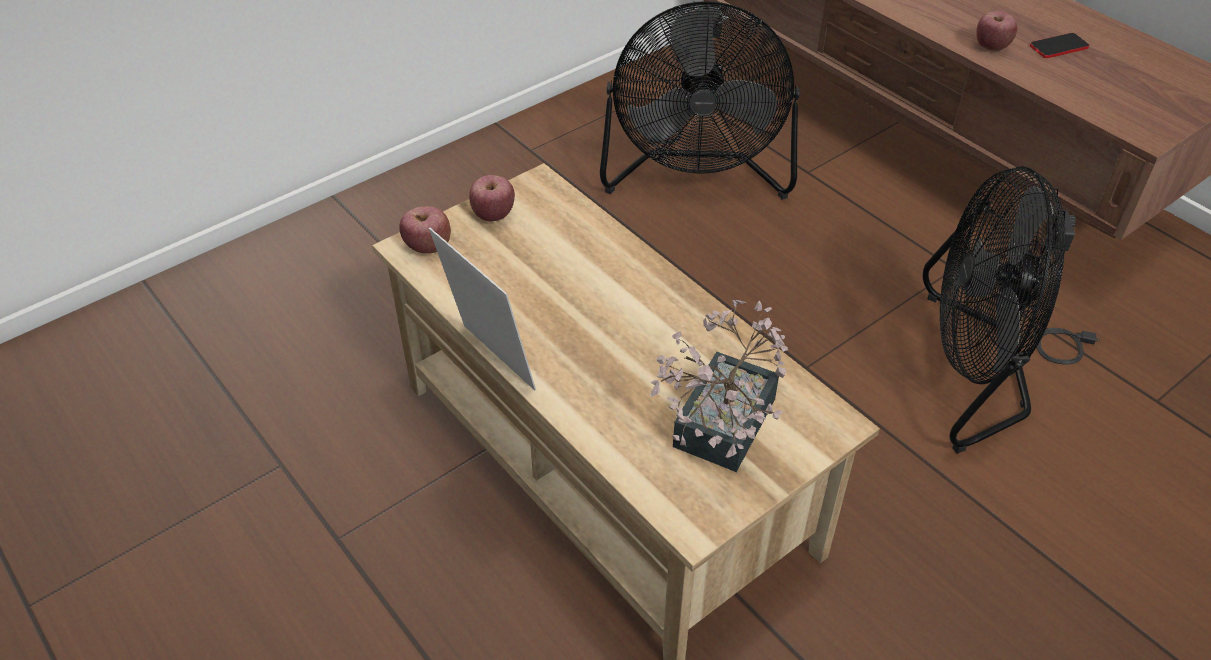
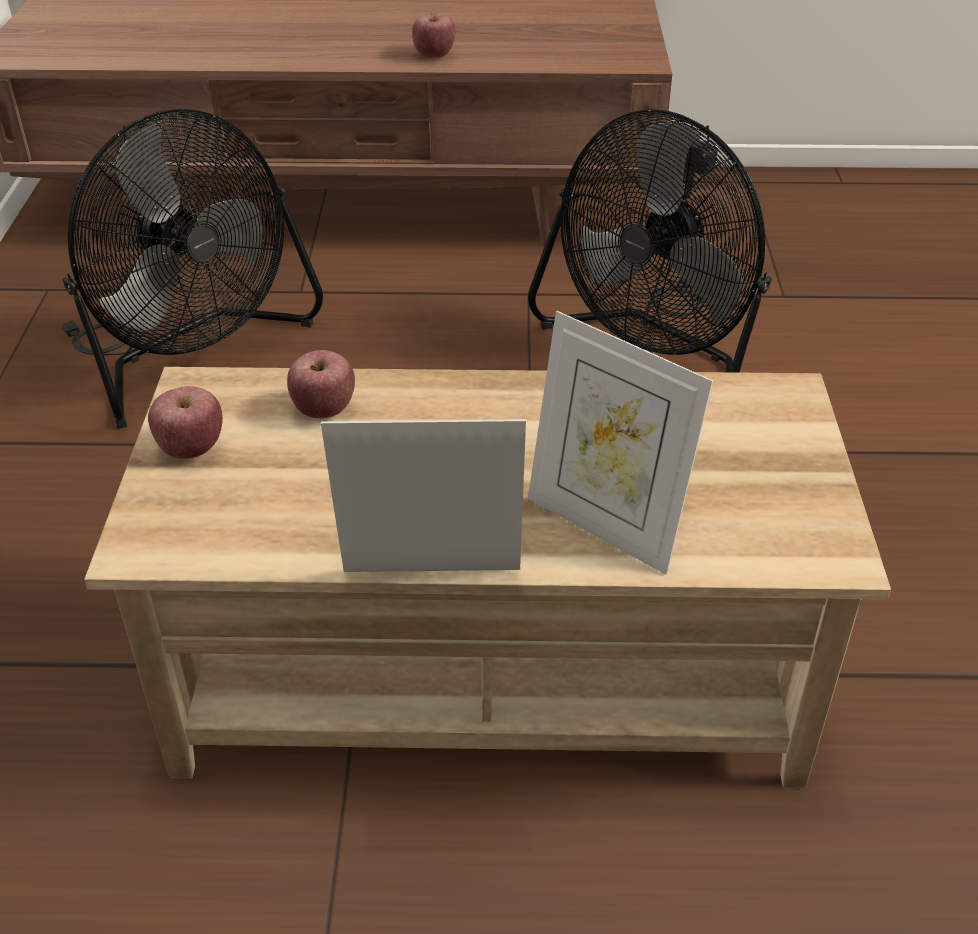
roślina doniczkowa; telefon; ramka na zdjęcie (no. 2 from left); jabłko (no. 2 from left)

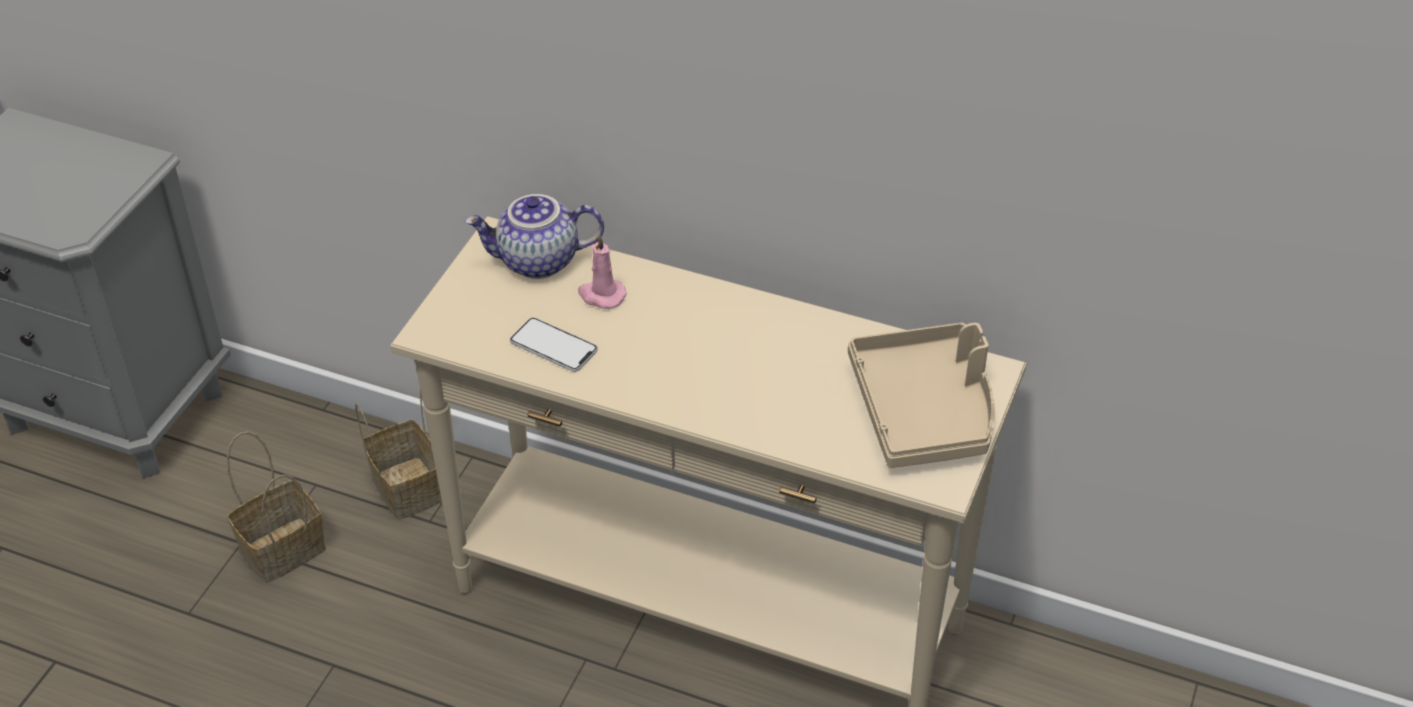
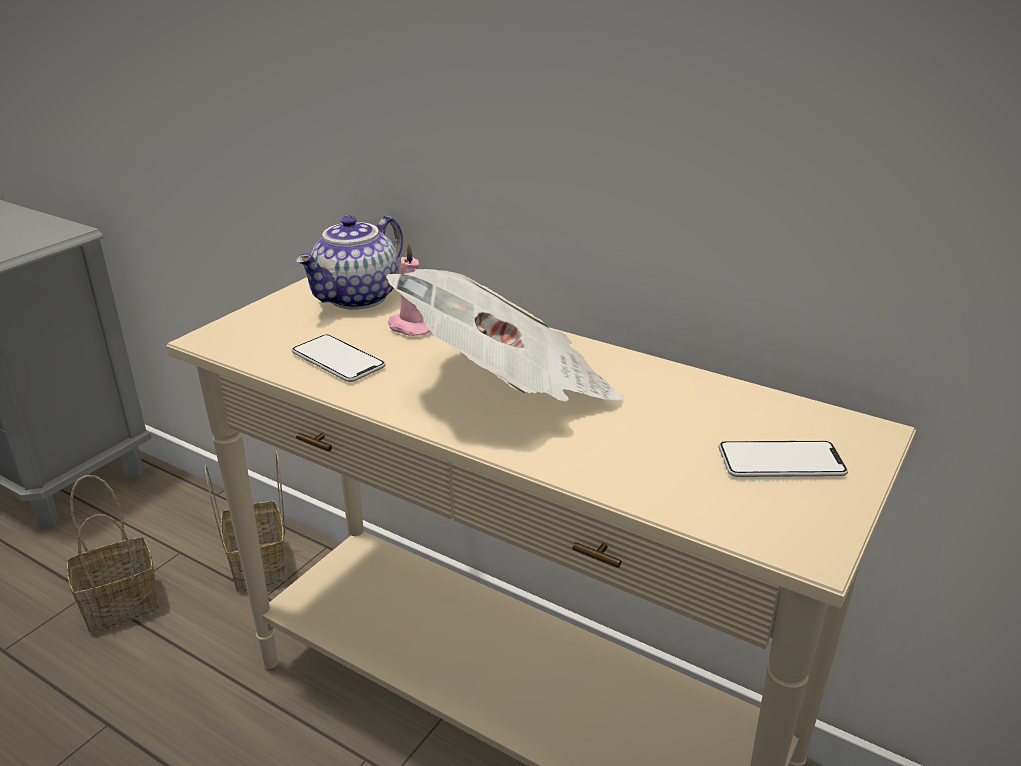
gazeta; telefon (no. 2 from left); imbryk

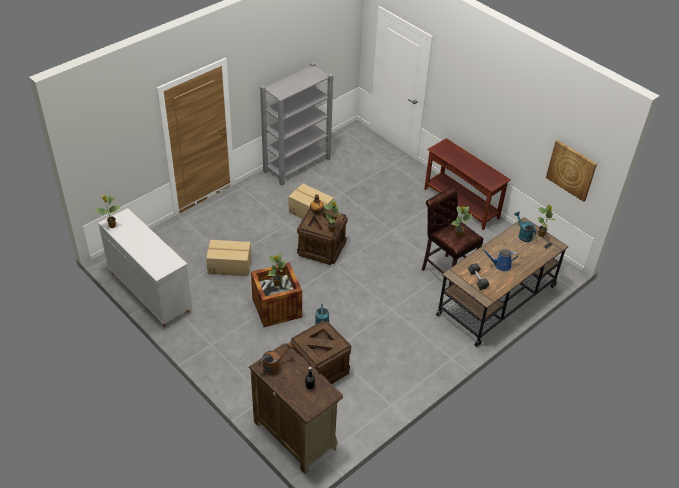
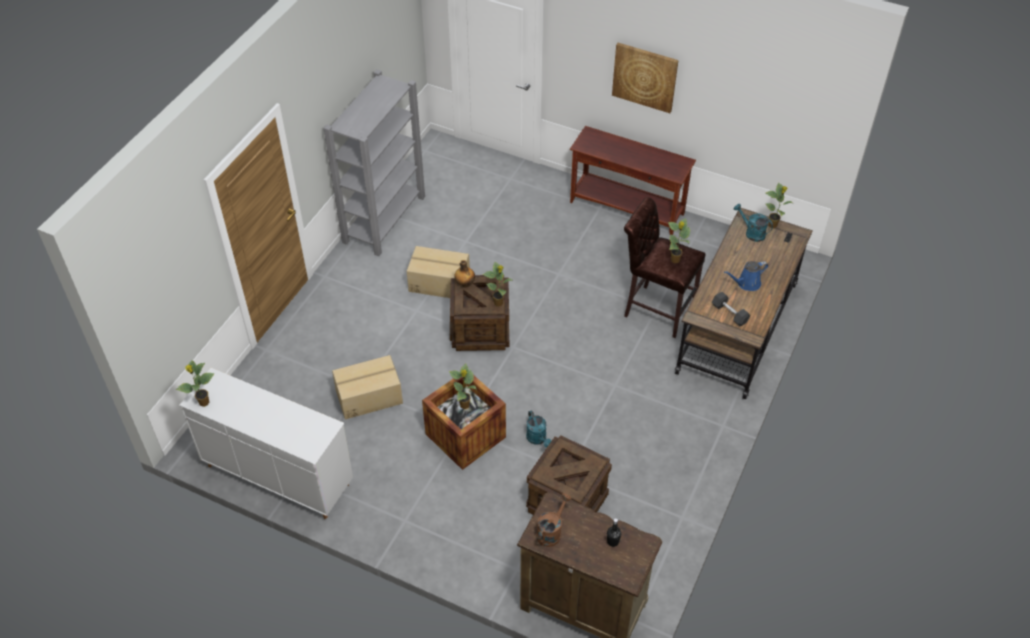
obraz

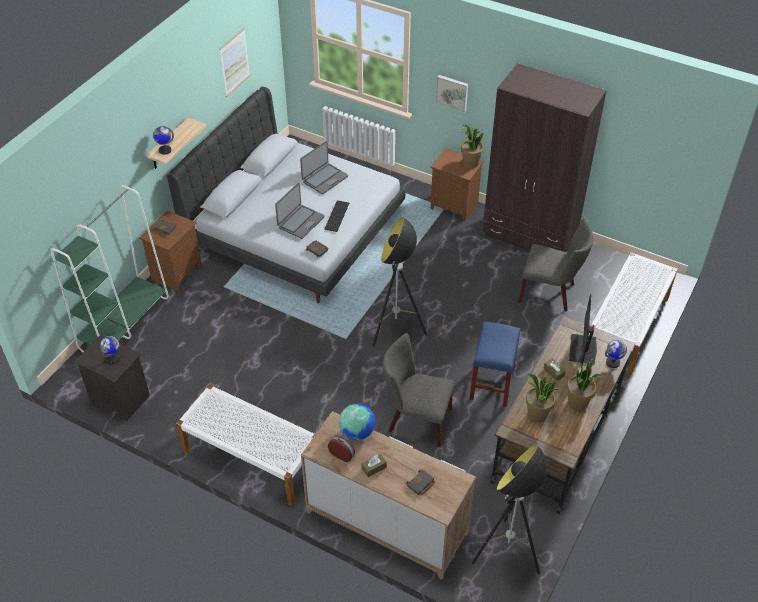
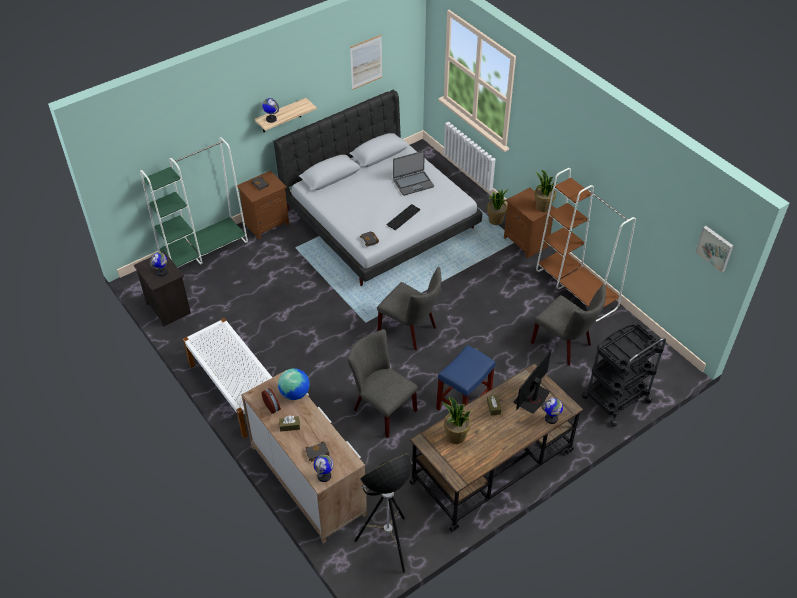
laptop (no. 1 from left in the first image); globus (no. 4 from left); obraz (no. 2 from left); roślina doniczkowa (no. 2 from left); krzesło [szary] (no. 2 from left); wieszak [brązowy]; wózek [czarny]

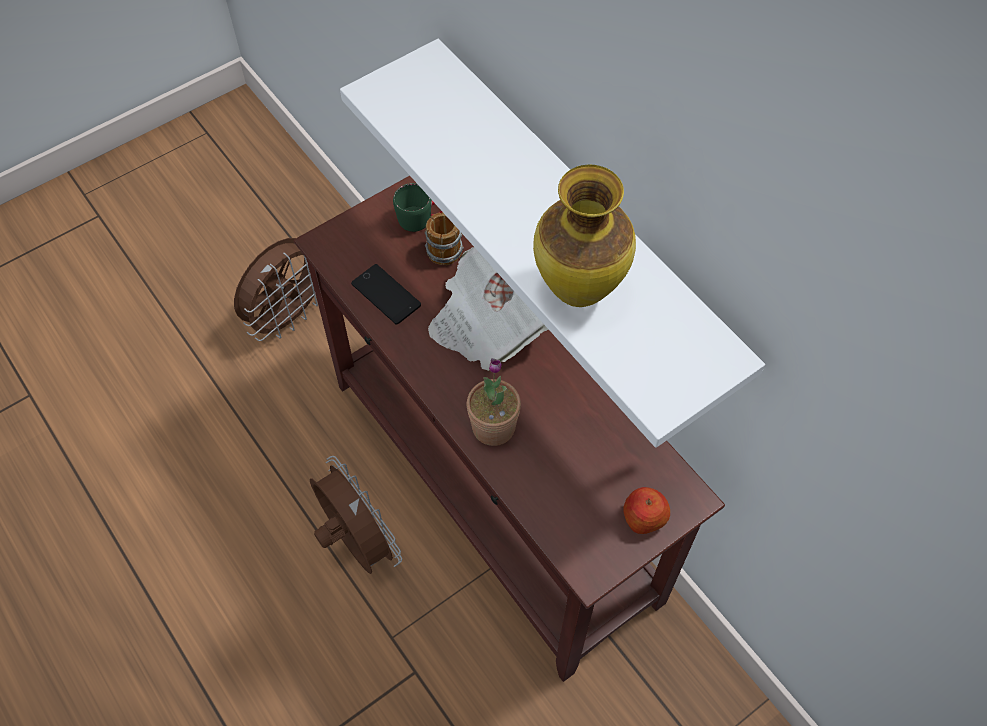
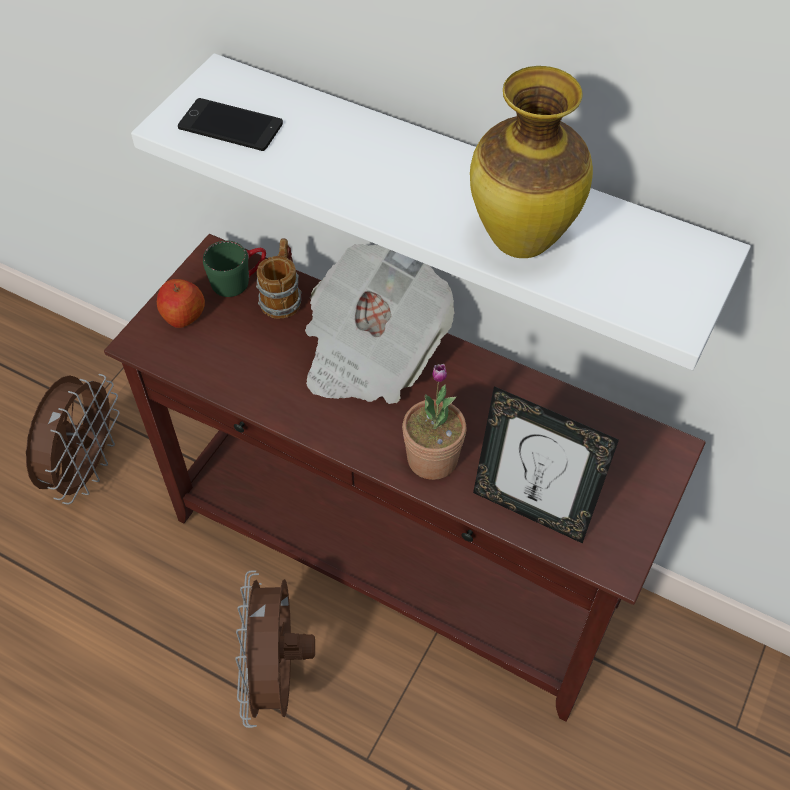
ramka na zdjęcie; telefon; jabłko; wentylator [brązowy] (no. 2 from left)

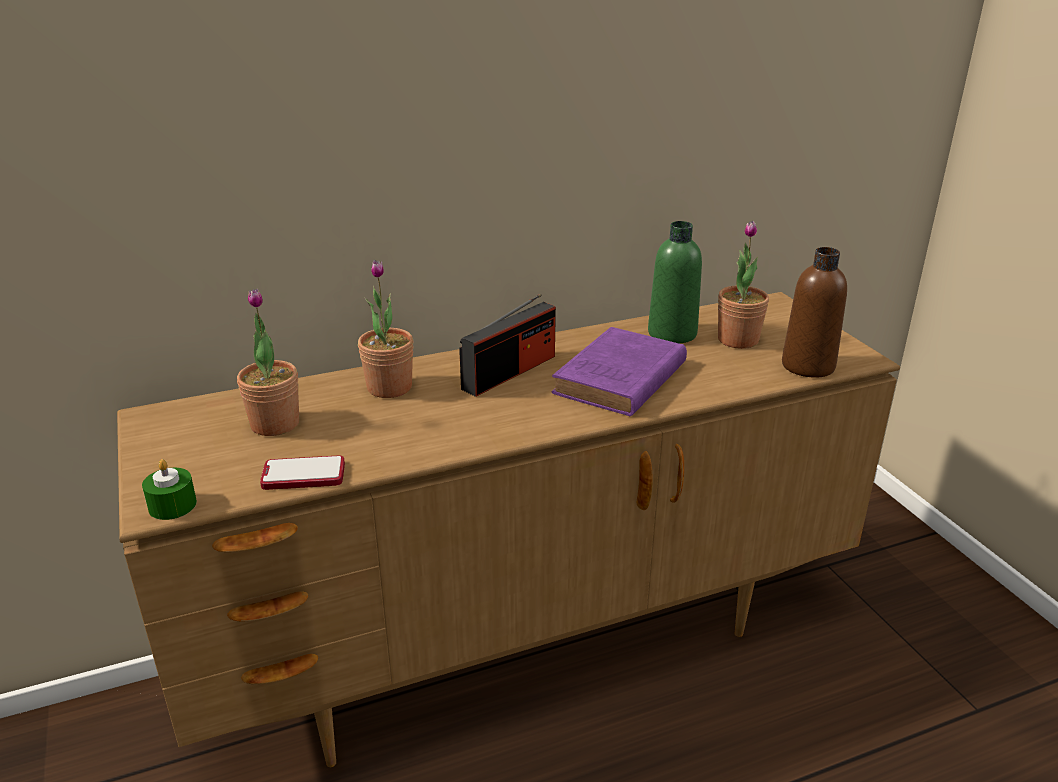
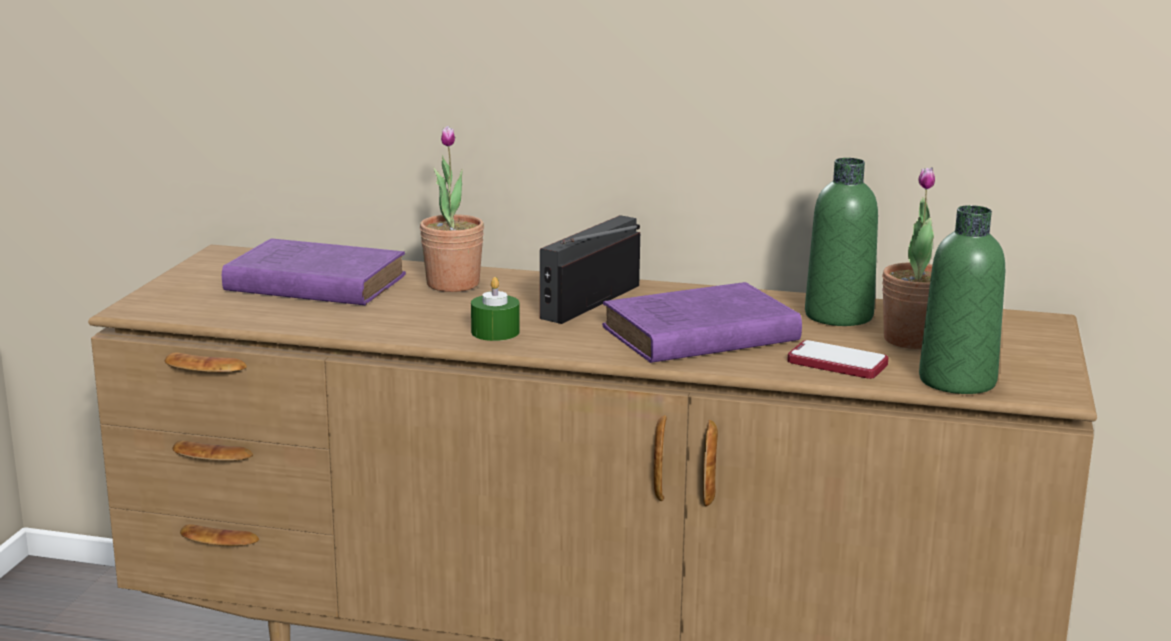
świeca [zielony]; telefon; książka [fioletowy] (no. 1 from left); butelka [zielony] (no. 2 from left); radio

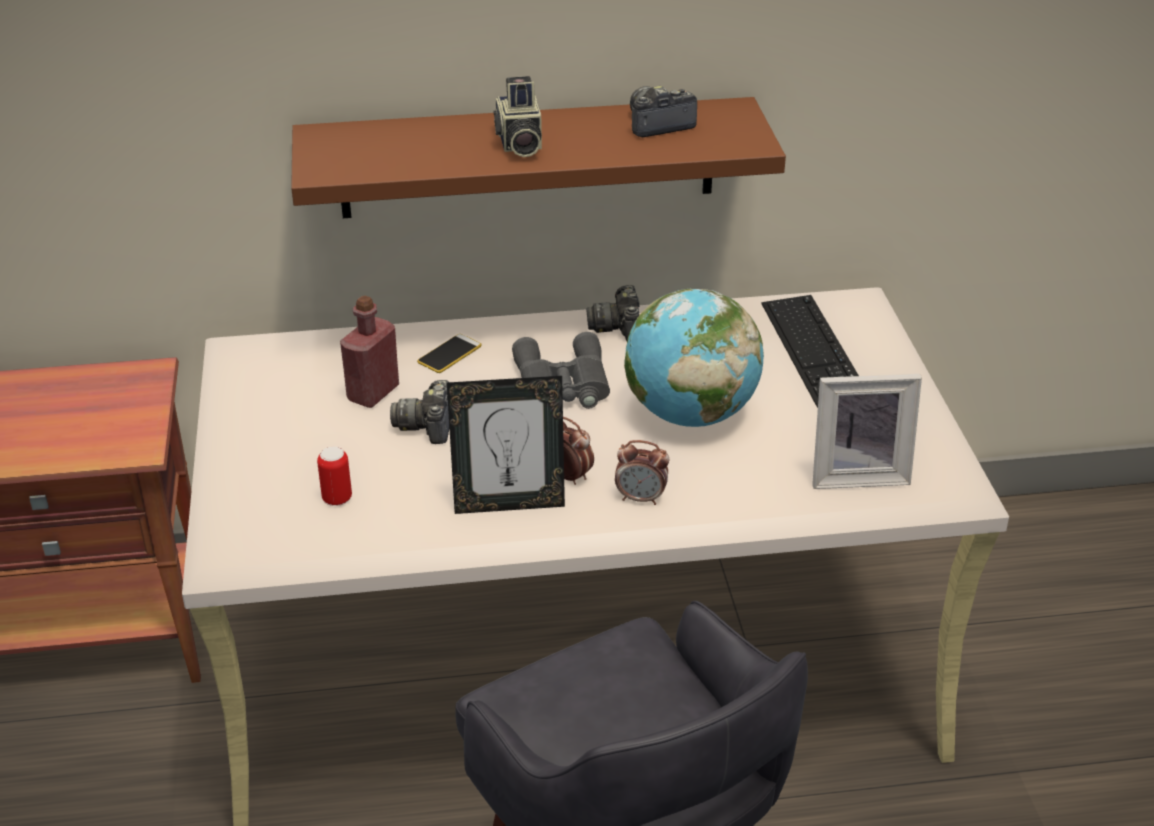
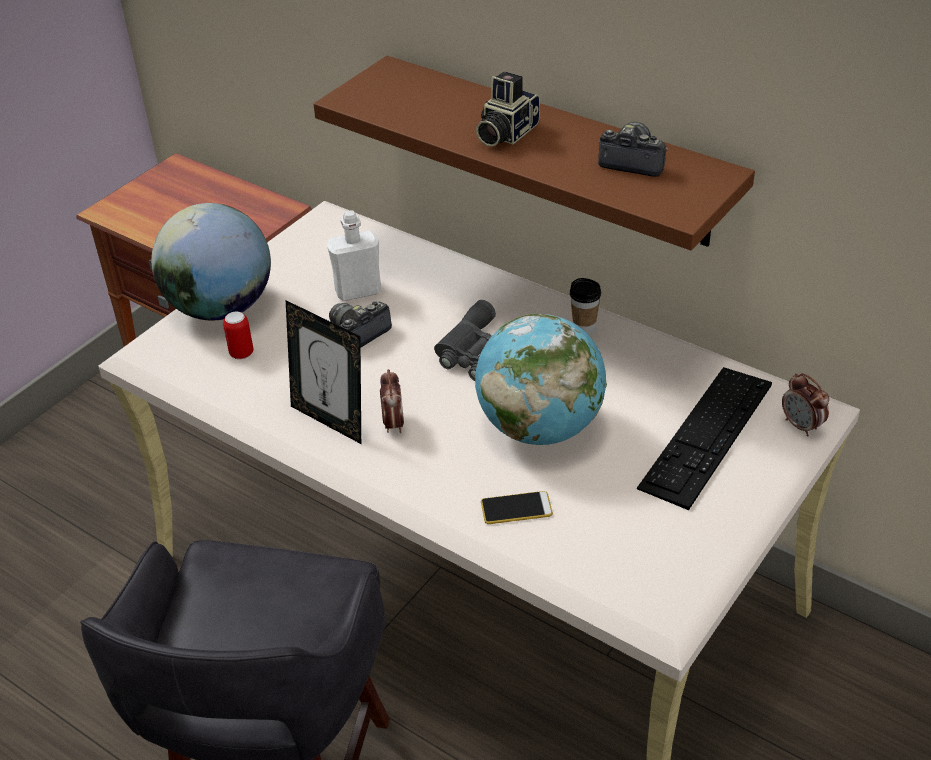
ramka na zdjęcie (no. 2 from left in the first image); globus (no. 1 from left); telefon; budzik (no. 2 from left); filiżanka; butelka [biały]

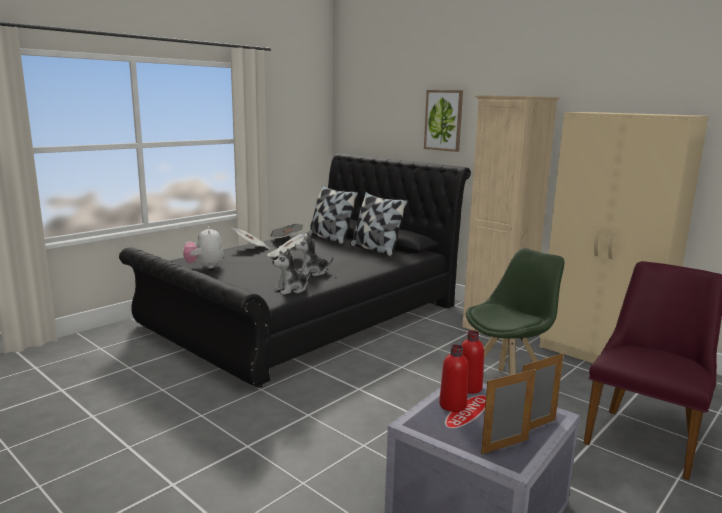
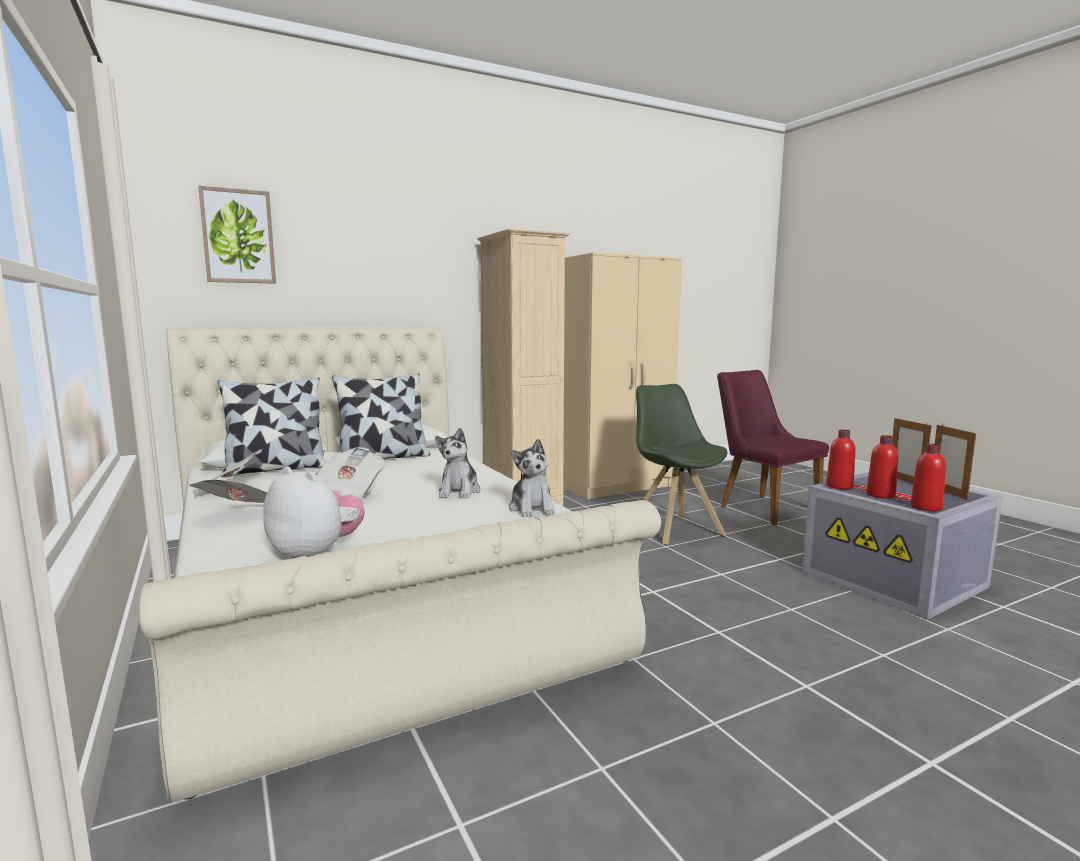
butelka [czerwony] (no. 3 from left); obraz; łóżko [beżowy]; pluszak (no. 1 from left)

